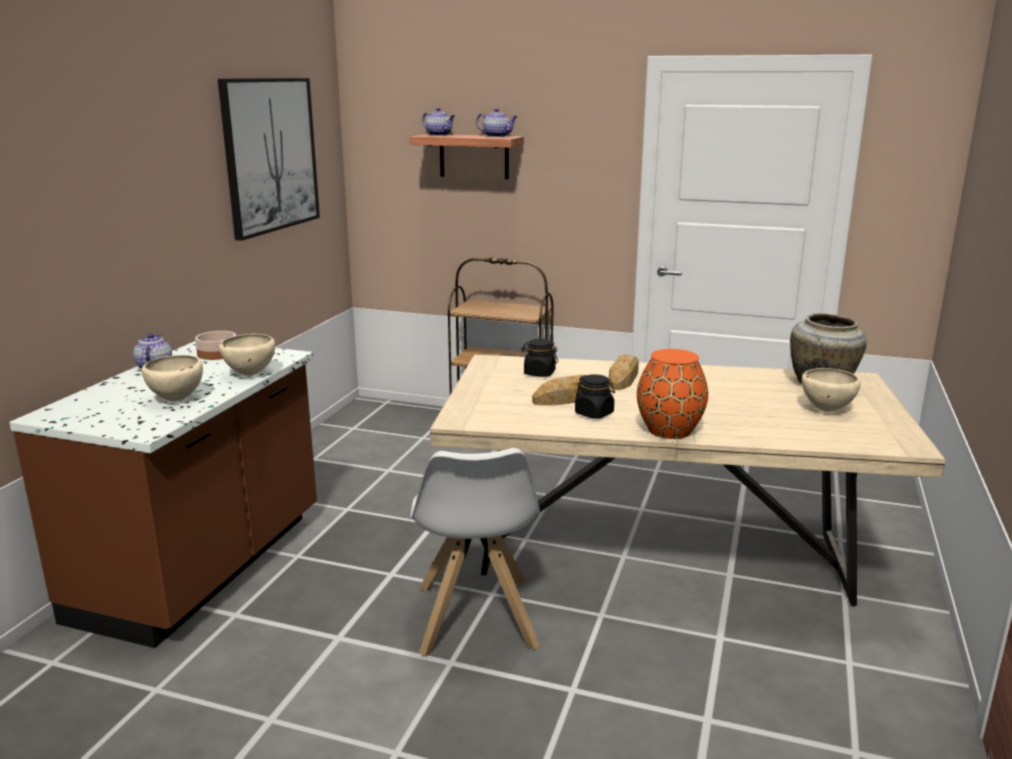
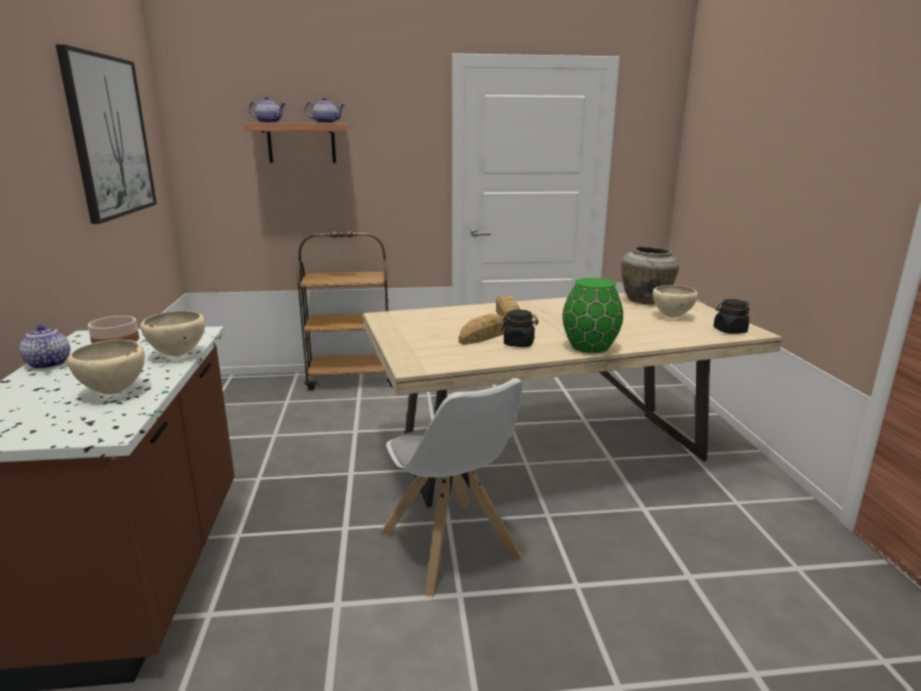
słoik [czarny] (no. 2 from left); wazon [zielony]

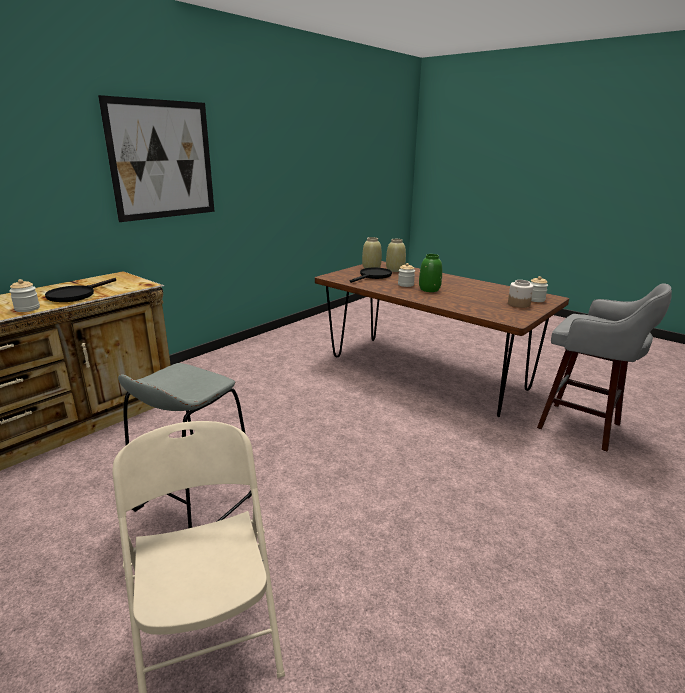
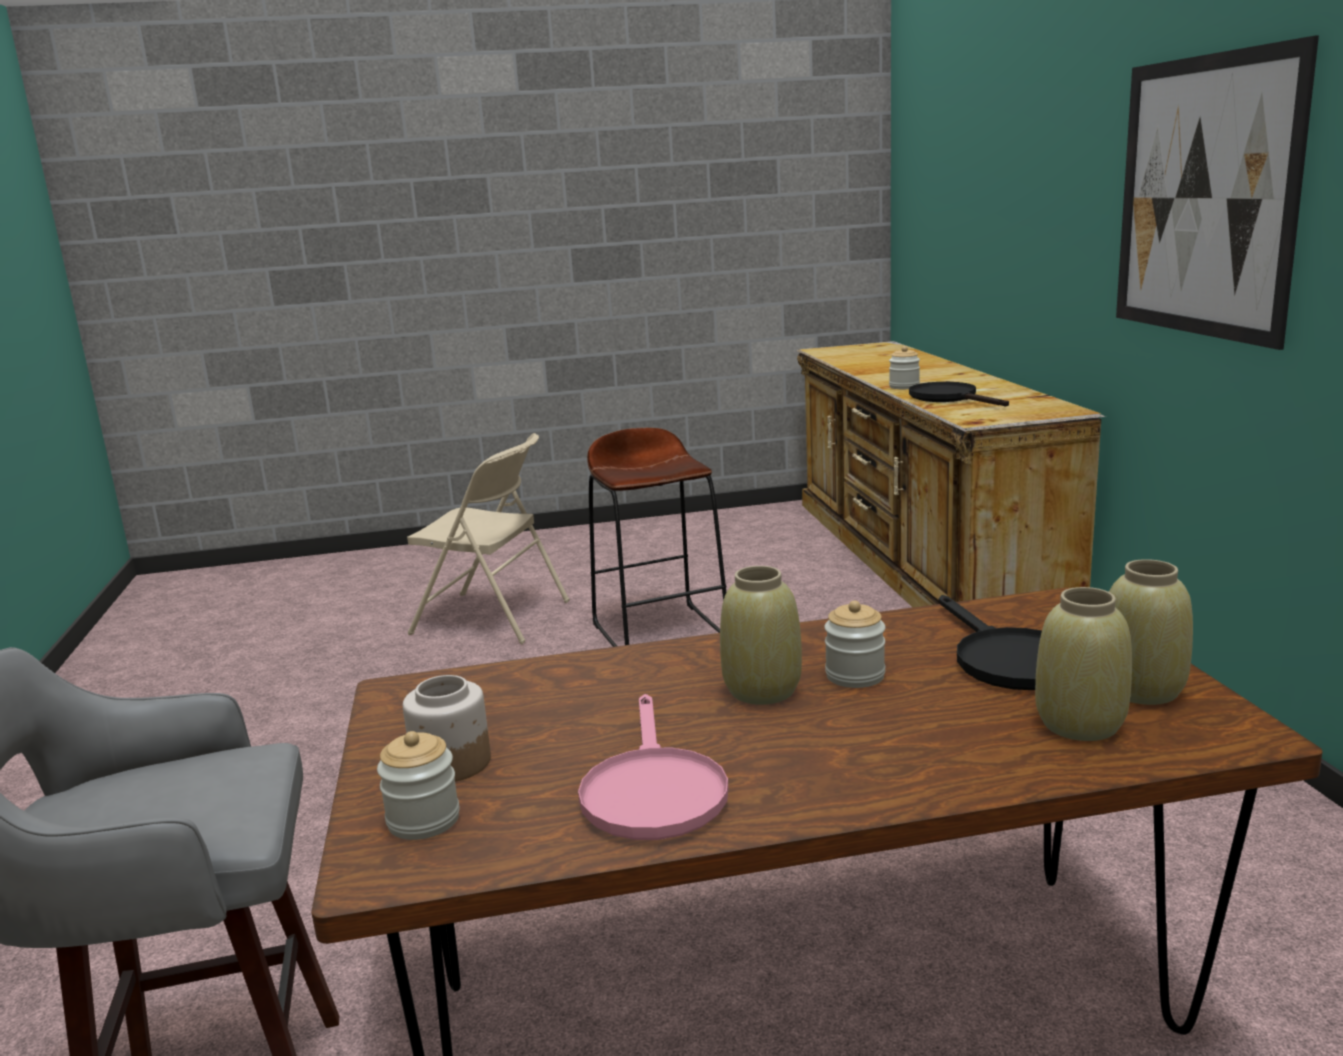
patelnia [różowy]; stołek [brązowy]; wazon [beżowy] (no. 1 from left)

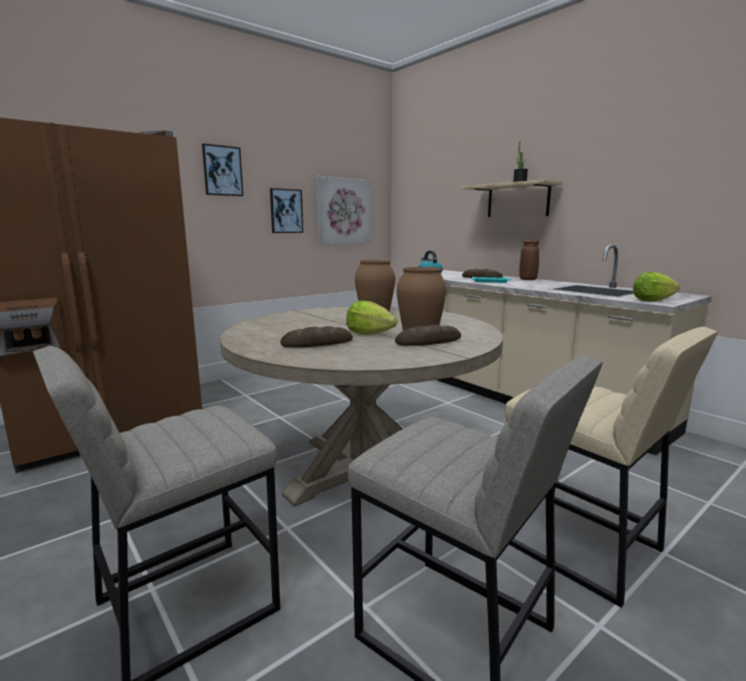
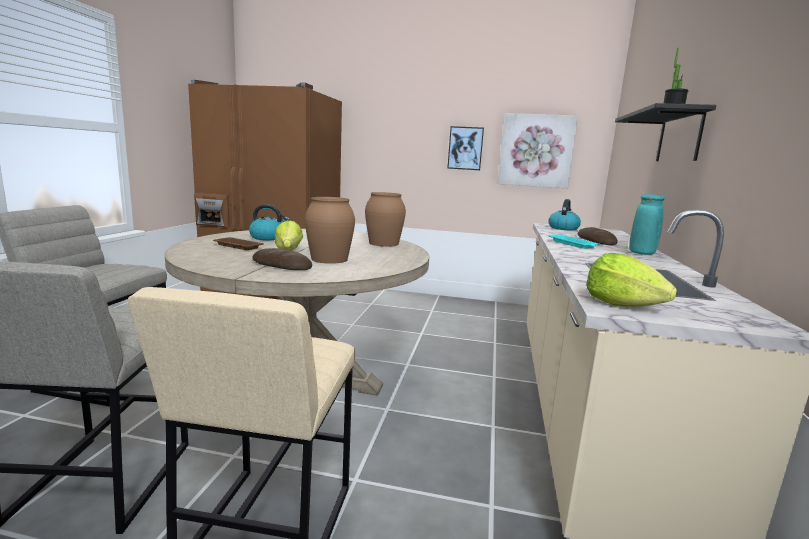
obraz (no. 1 from left in the first image); czajnik (no. 1 from left); taca [brązowy]; półka [czarny]; wazon [turkusowy]

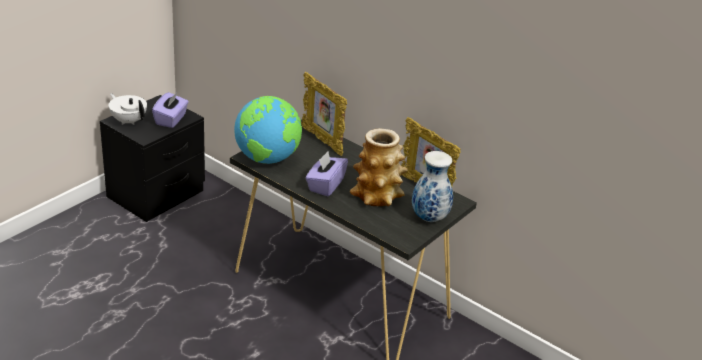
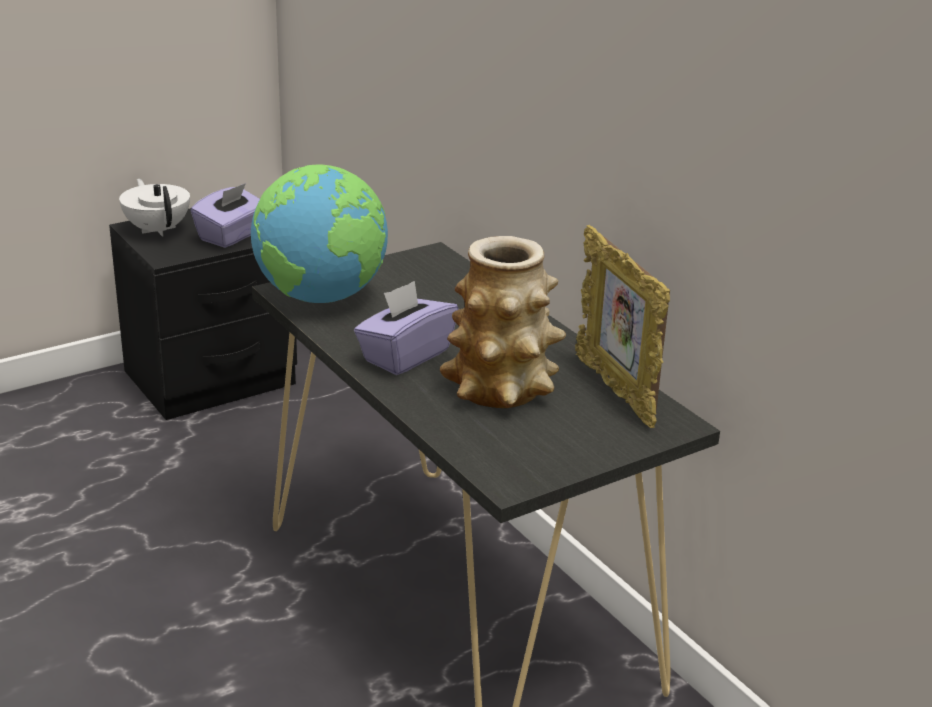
ramka na zdjęcie (no. 1 from left in the first image); wazon (no. 2 from left in the first image)

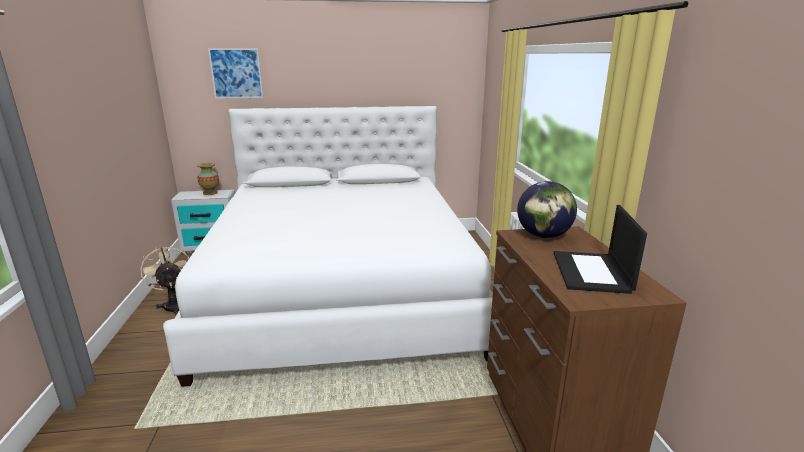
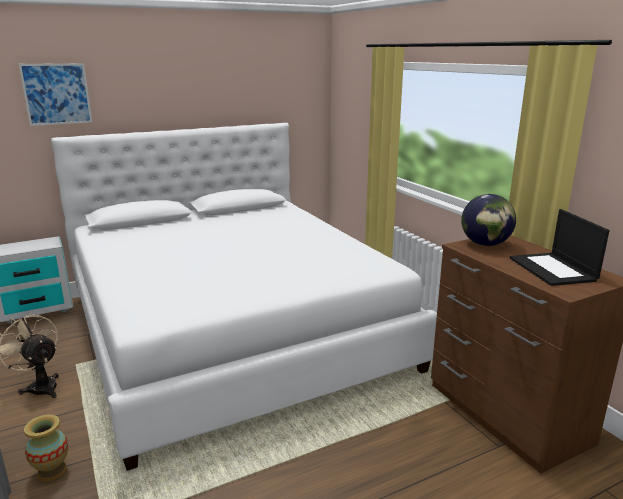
wazon

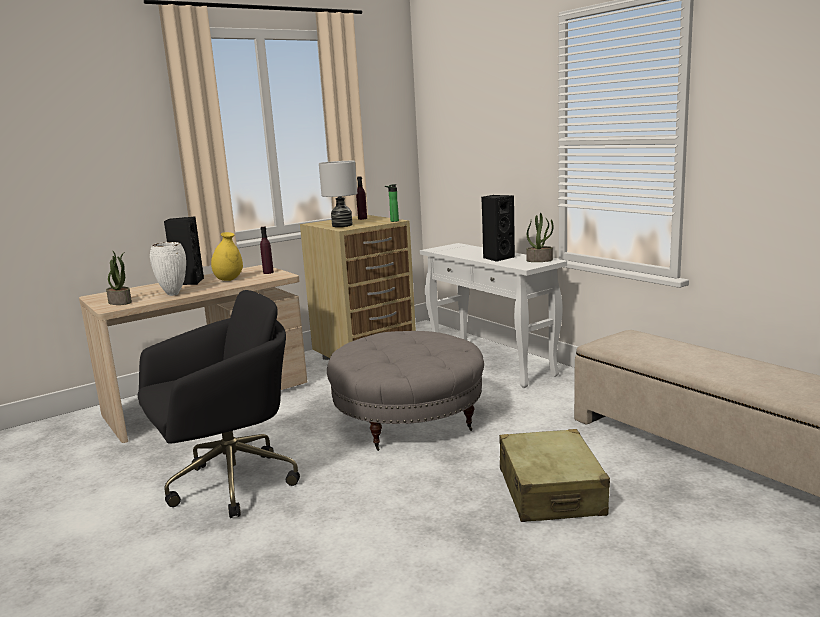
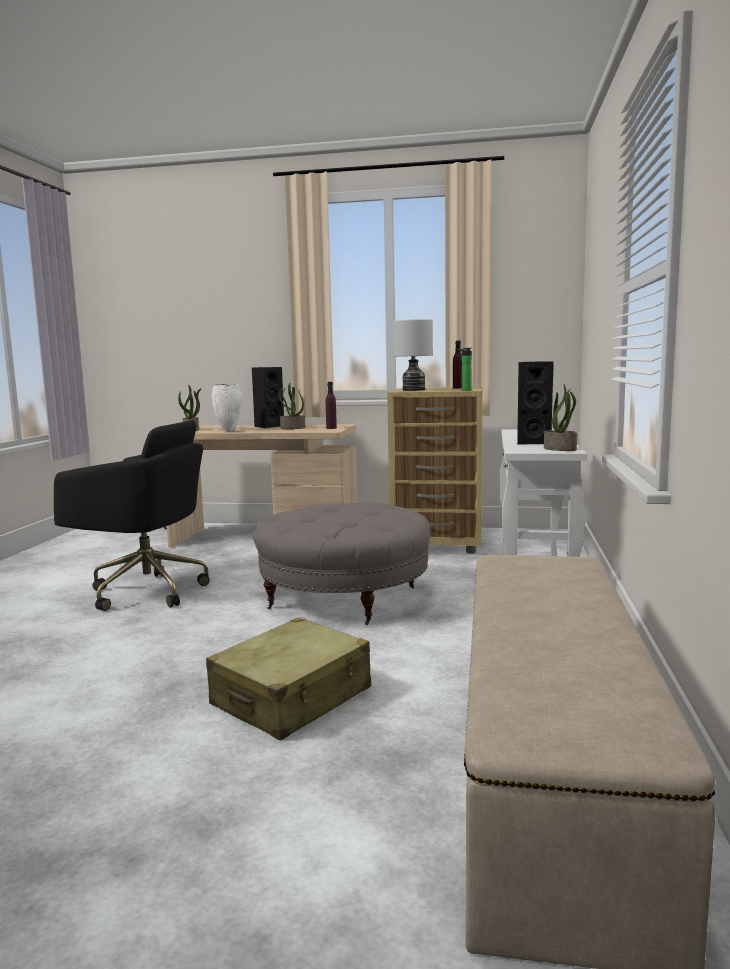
roślina doniczkowa (no. 2 from left)

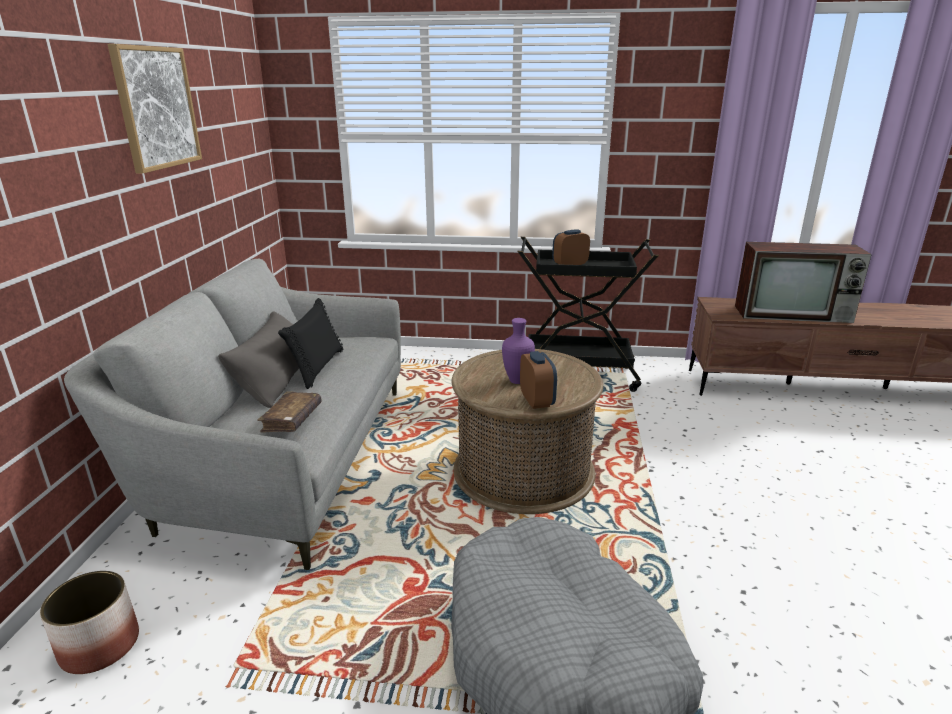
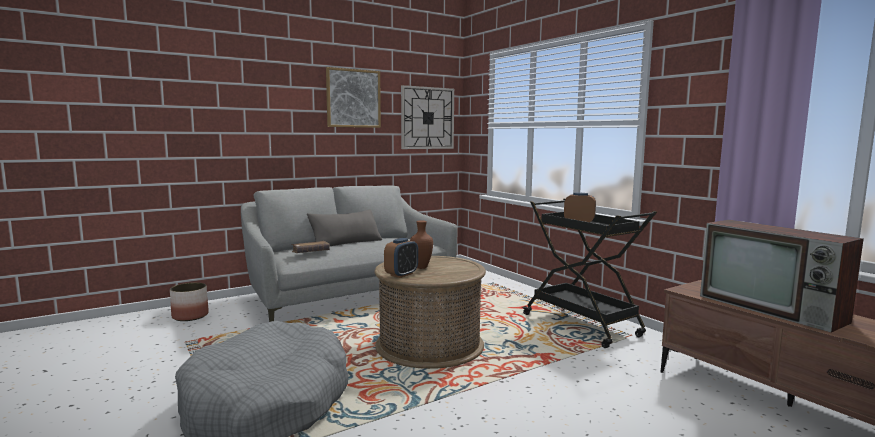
poduszka [czarny]; zegar ścienny; wazon [brązowy]

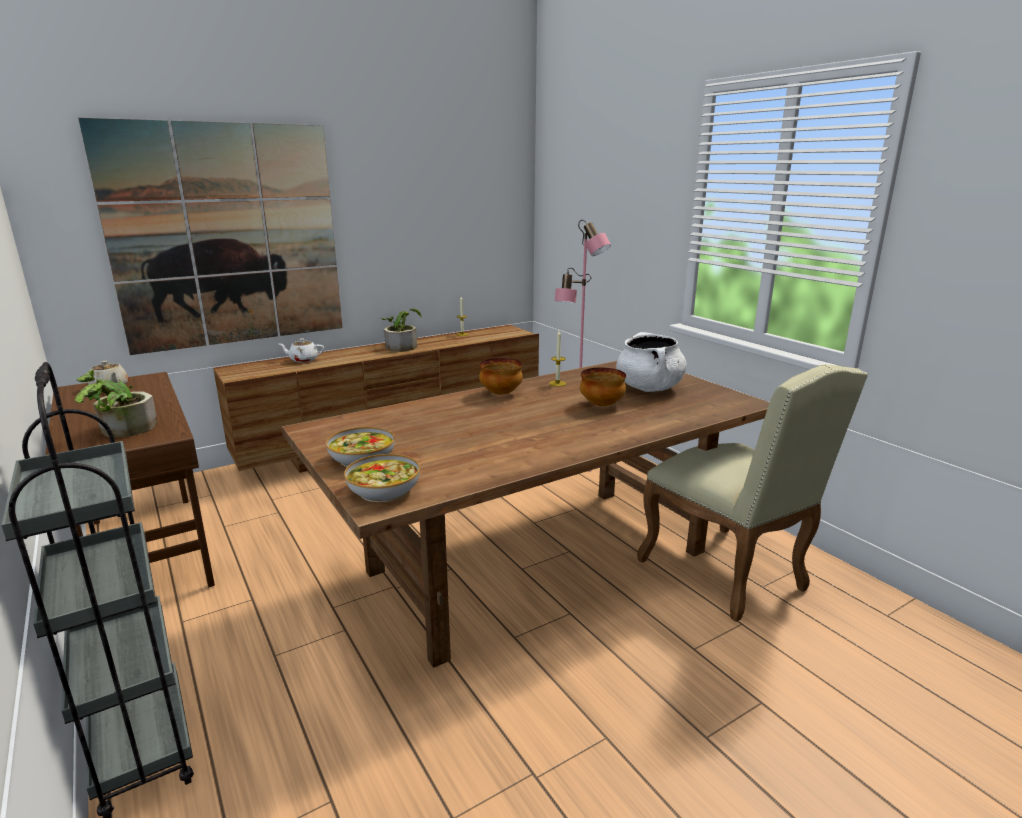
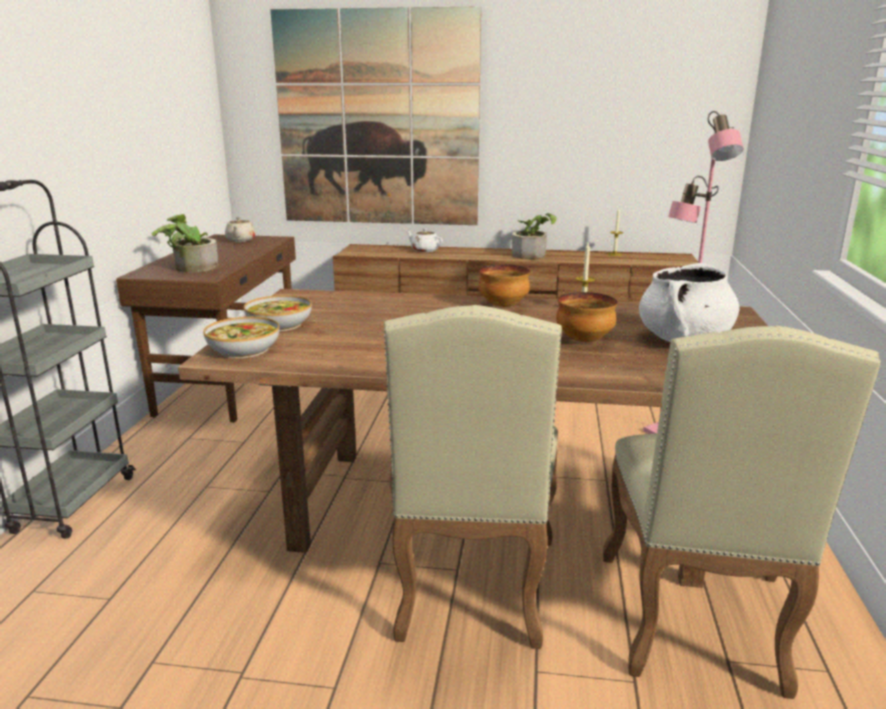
krzesło [beżowy] (no. 1 from left)

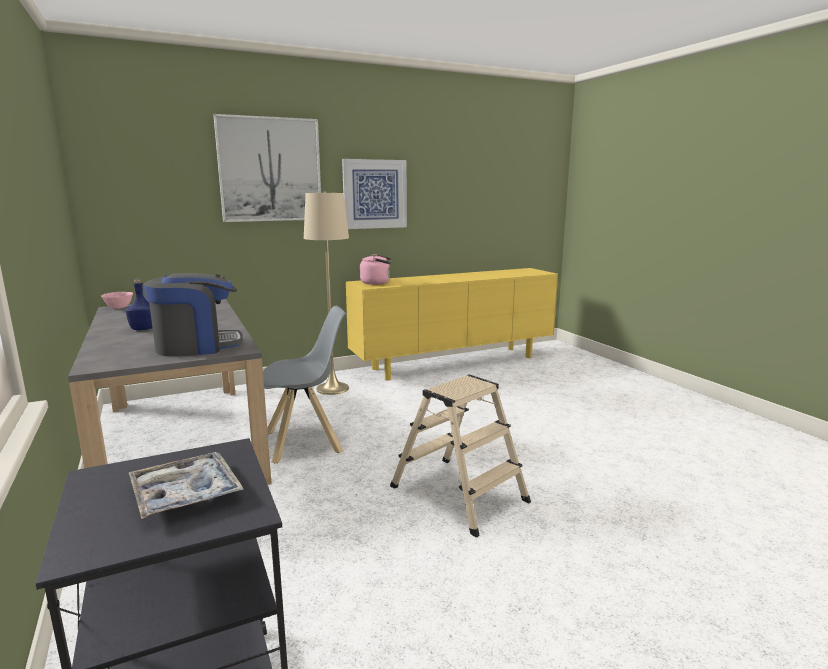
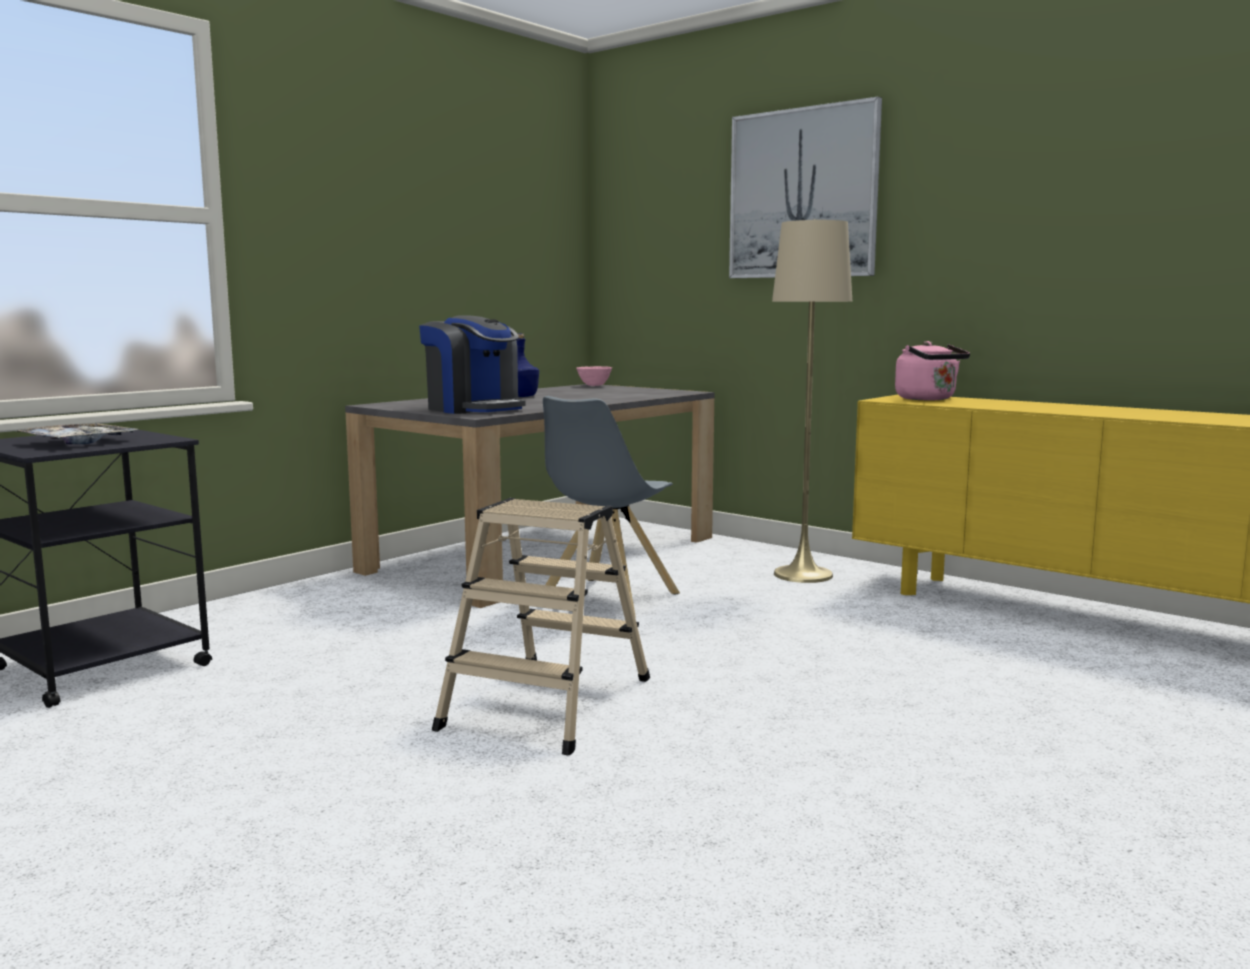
obraz (no. 2 from left in the first image); krzesło [szary]

